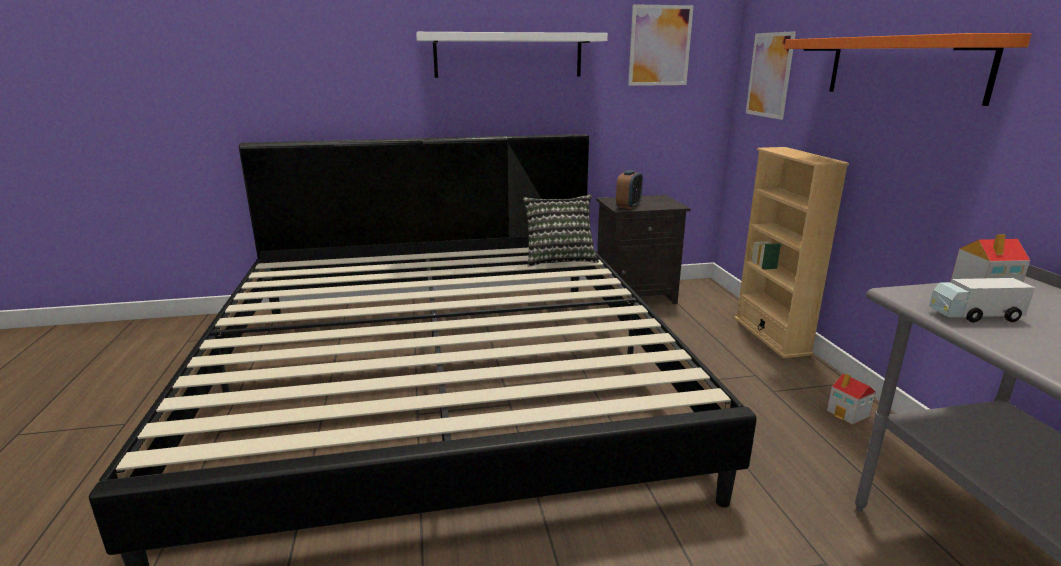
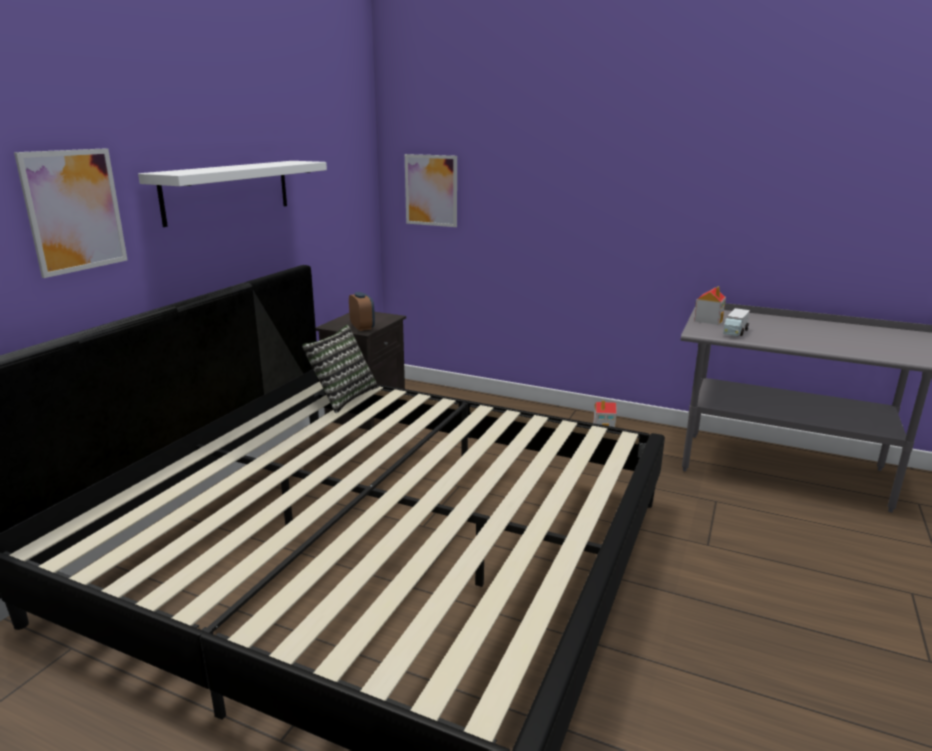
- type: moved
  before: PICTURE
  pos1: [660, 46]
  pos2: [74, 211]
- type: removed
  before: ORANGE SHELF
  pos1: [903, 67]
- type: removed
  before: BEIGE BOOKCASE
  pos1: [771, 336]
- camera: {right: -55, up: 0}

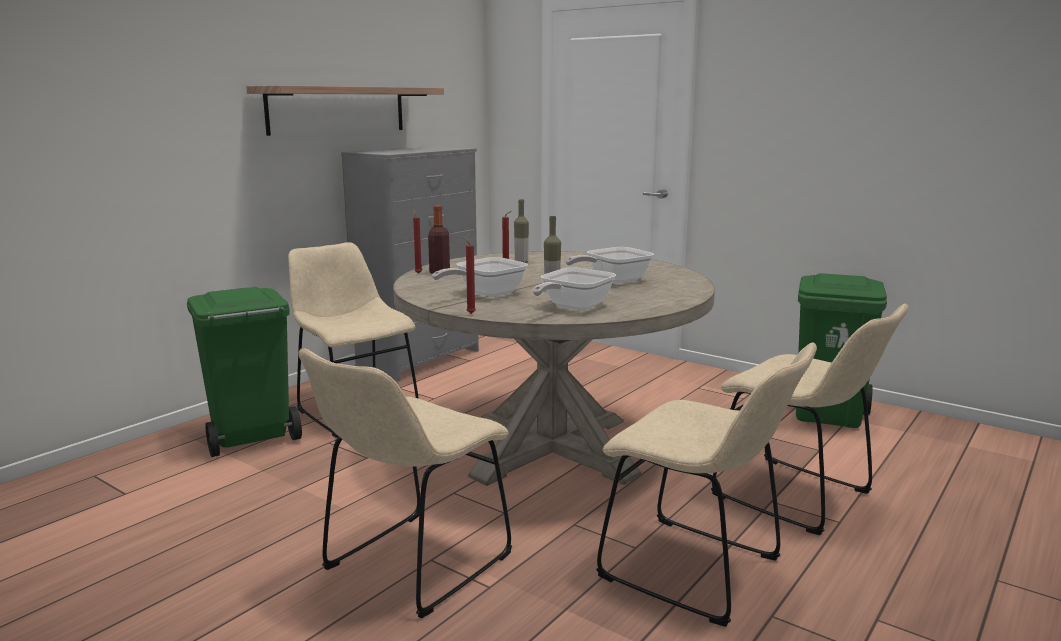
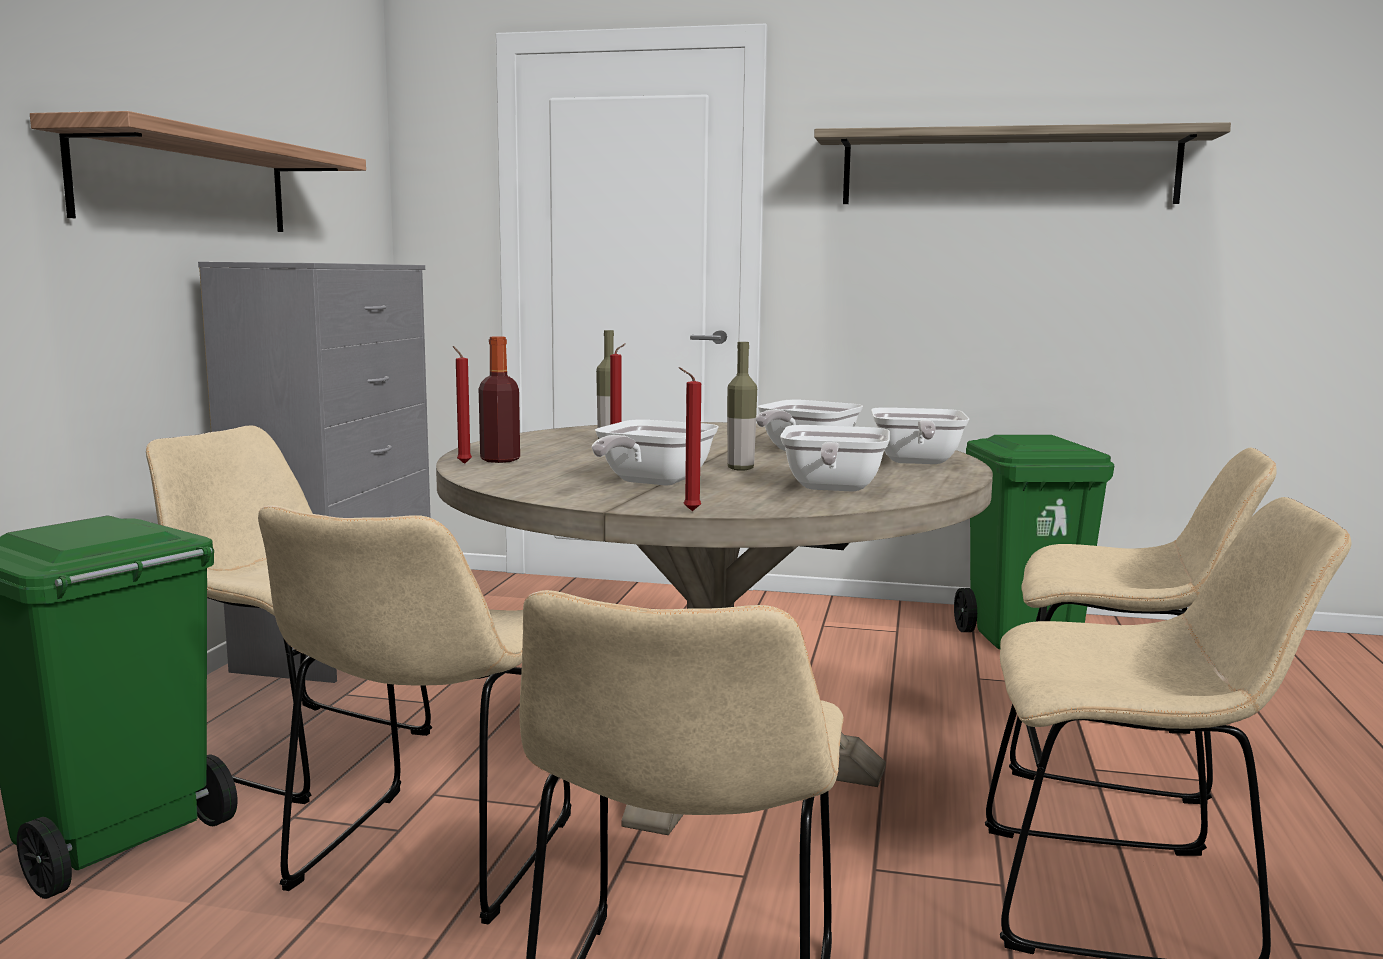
- type: added
  after: SHELF
  pos2: [1008, 169]
- type: added
  after: FRYING PAN
  pos2: [916, 462]
- type: added
  after: BEIGE CHAIR
  pos2: [428, 861]
- camera: {right: -25, up: -5}

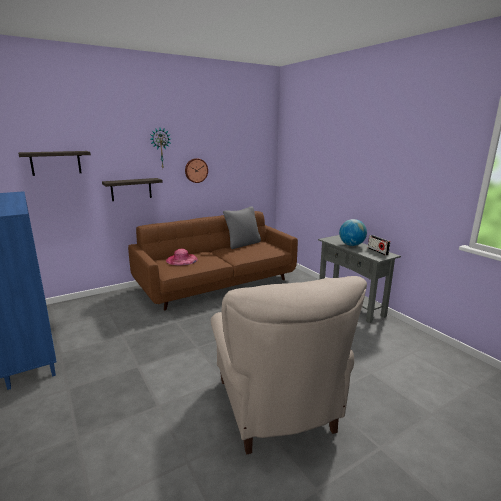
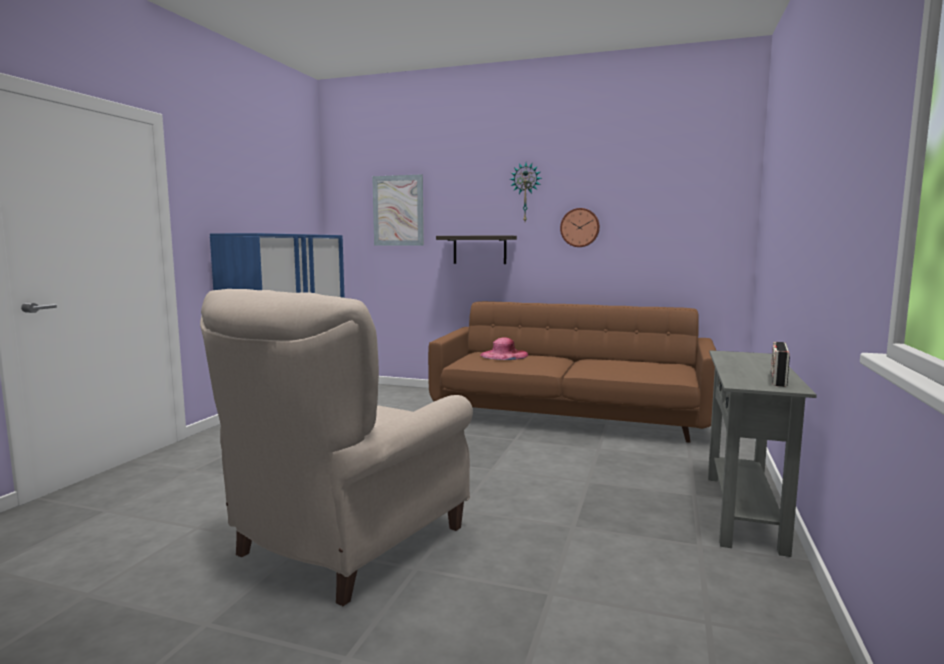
- type: replaced
  before: SHELF
  after: PICTURE
  pos1: [56, 163]
  pos2: [398, 210]
- type: removed
  before: GREY PILLOW
  pos1: [242, 244]
- type: removed
  before: GLOBE
  pos1: [351, 245]
- camera: {right: 50, up: -10}

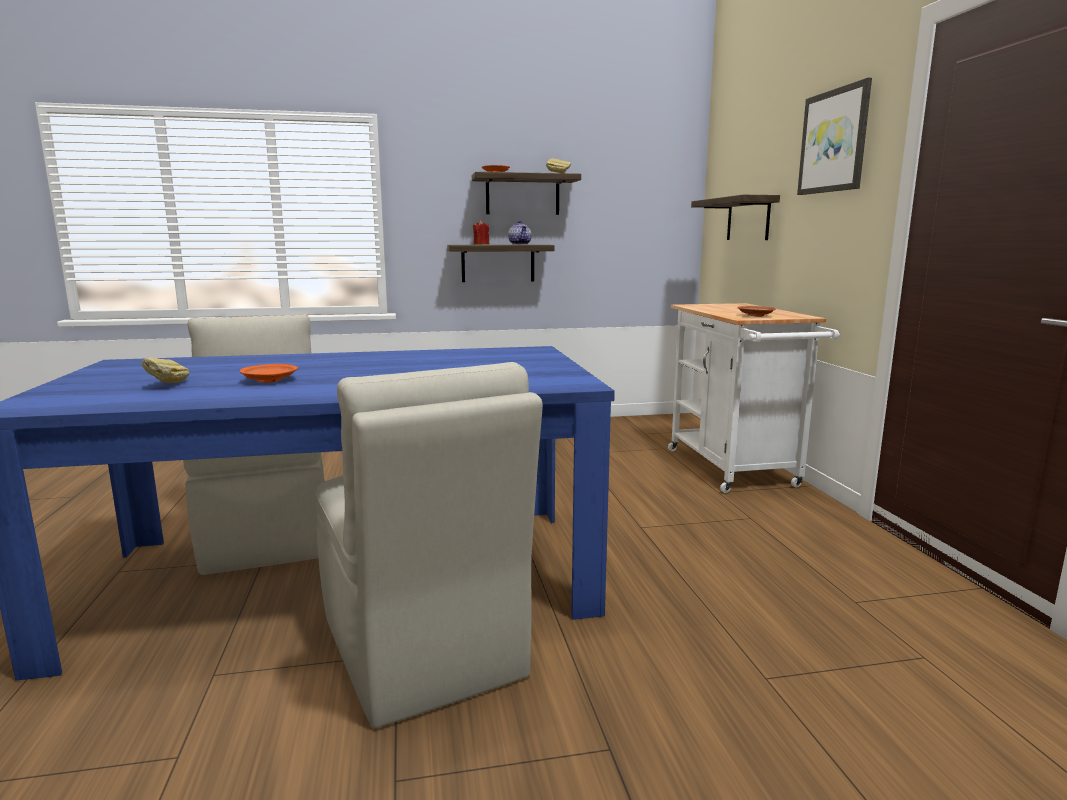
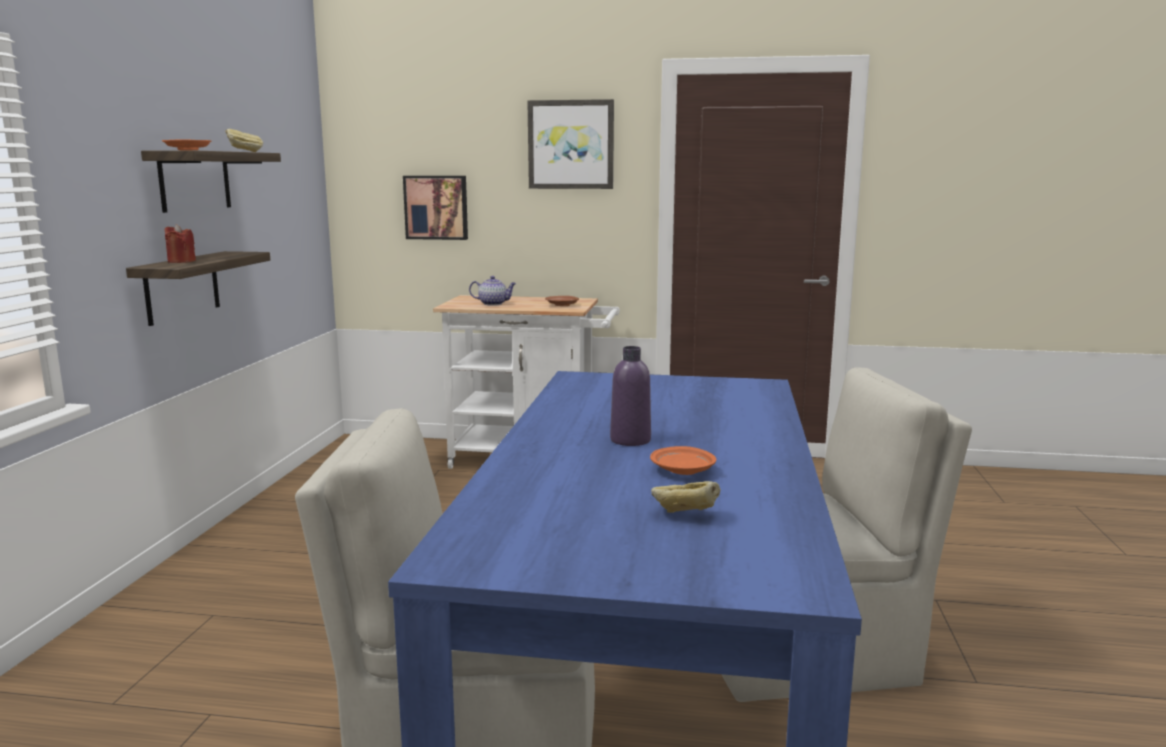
- type: replaced
  before: SHELF
  after: PICTURE
  pos1: [748, 219]
  pos2: [436, 207]
- type: moved
  before: TEAPOT
  pos1: [520, 244]
  pos2: [493, 304]
- type: added
  after: PURPLE BOTTLE
  pos2: [630, 440]
- camera: {right: -70, up: 0}

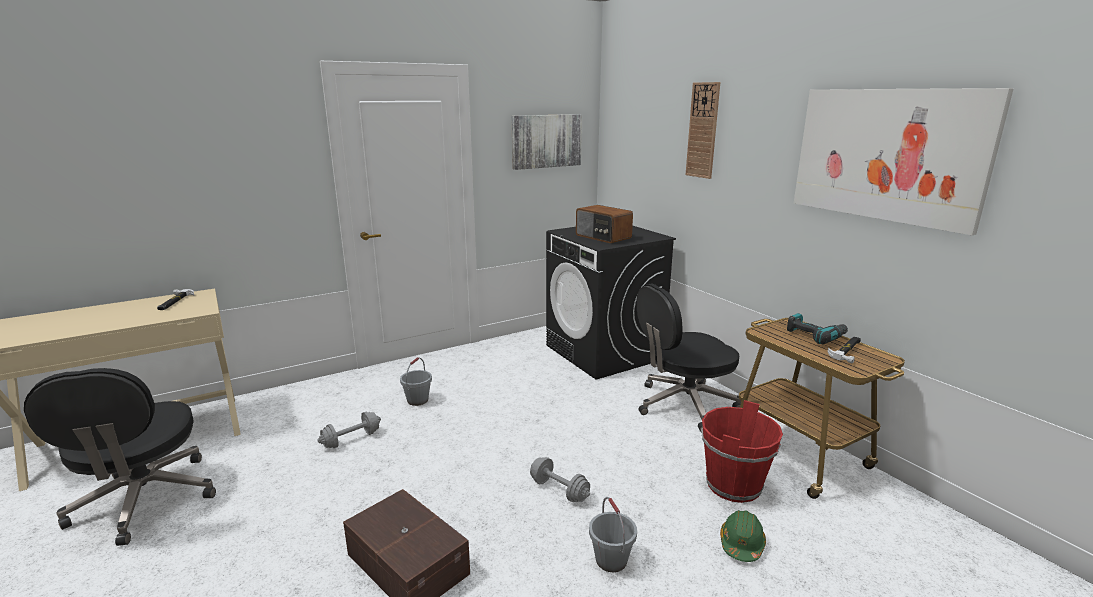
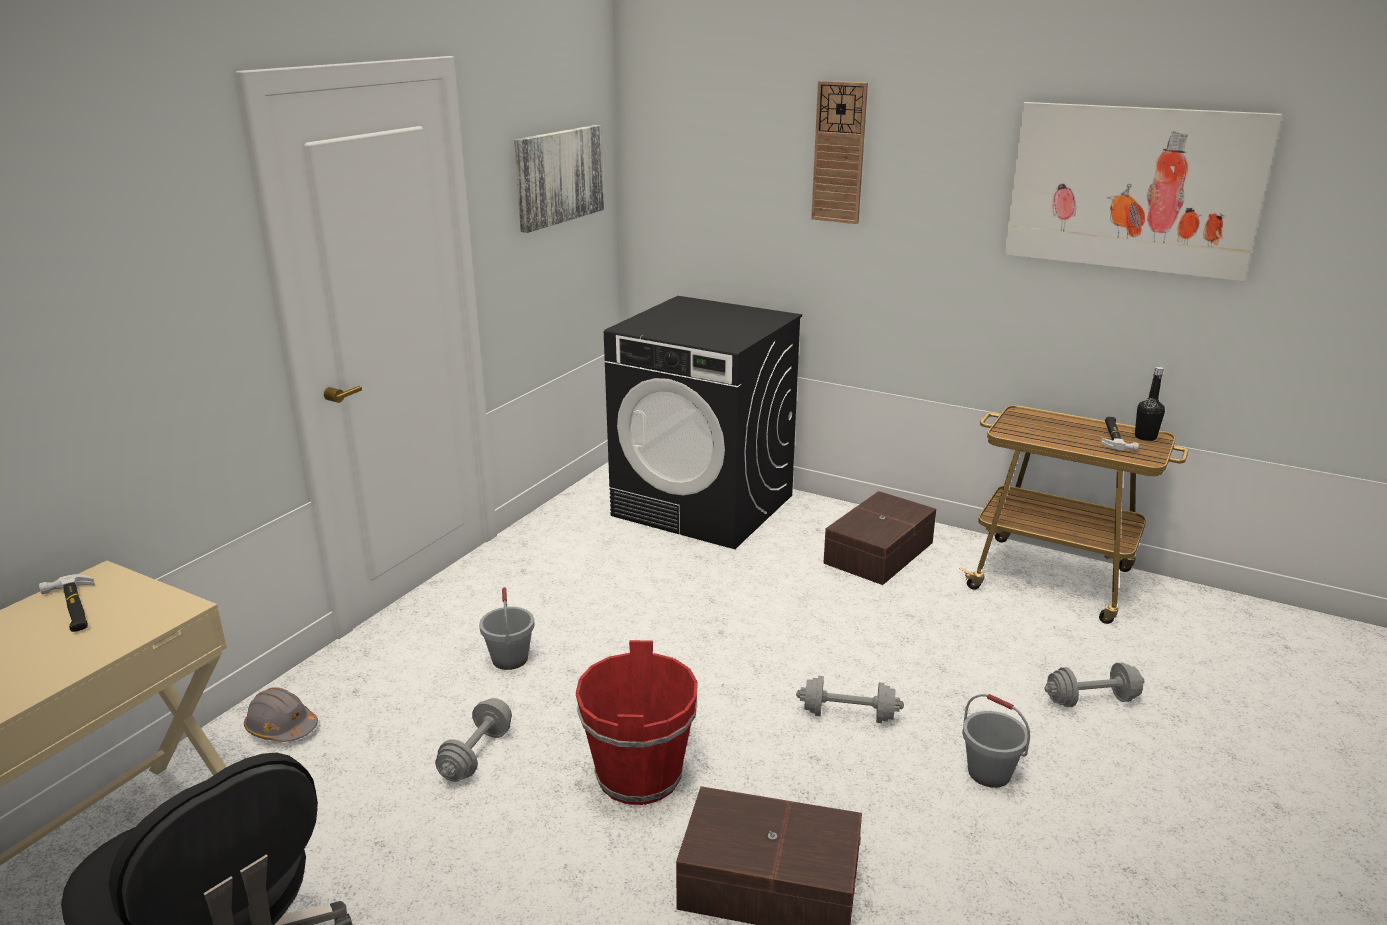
- type: removed
  before: RADIO
  pos1: [603, 237]
- type: replaced
  before: BLACK OFFICE CHAIR
  after: BROWN STORAGE BOX
  pos1: [683, 405]
  pos2: [876, 553]
- type: removed
  before: POWER DRILL
  pos1: [815, 335]
- type: moved
  before: RED BUCKET
  pos1: [734, 485]
  pos2: [640, 776]
- type: replaced
  before: GREEN HARD HAT
  after: GREY DUMBBELL
  pos1: [741, 544]
  pos2: [1091, 700]
- type: added
  after: BLACK BOTTLE
  pos2: [1145, 437]
- type: added
  after: GREY HARD HAT
  pos2: [281, 728]
- camera: {right: -30, up: 5}

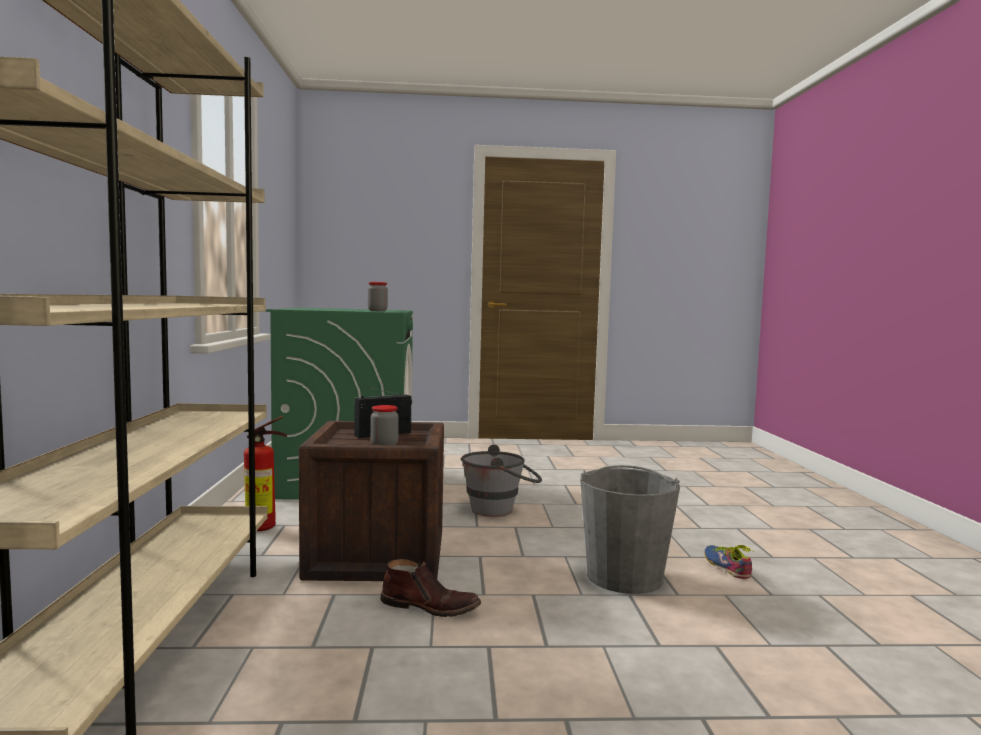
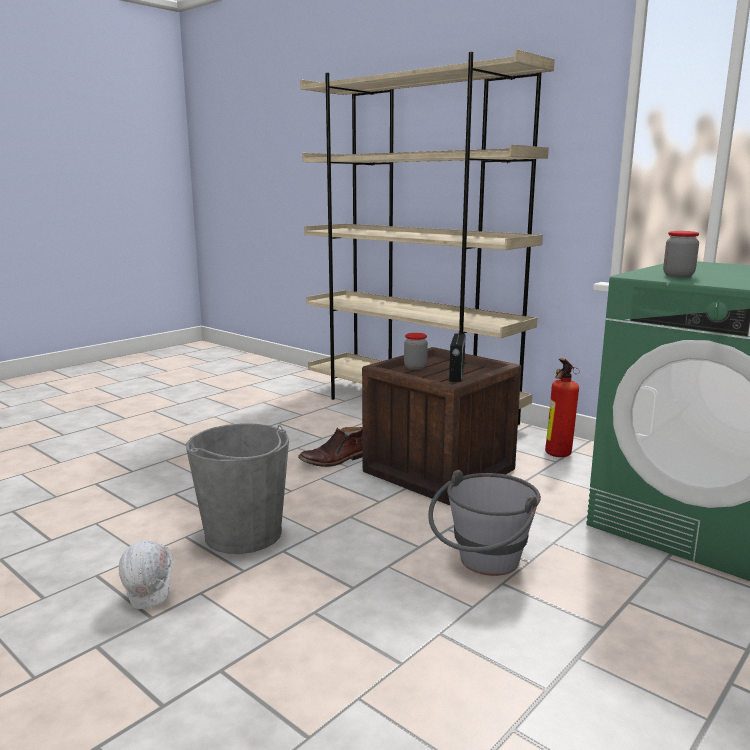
- type: replaced
  before: SHOE
  after: WHITE HARD HAT
  pos1: [728, 566]
  pos2: [151, 597]
- camera: {right: 135, up: 10}

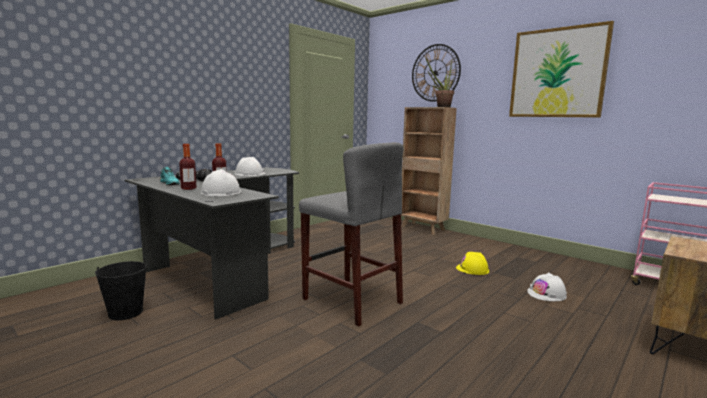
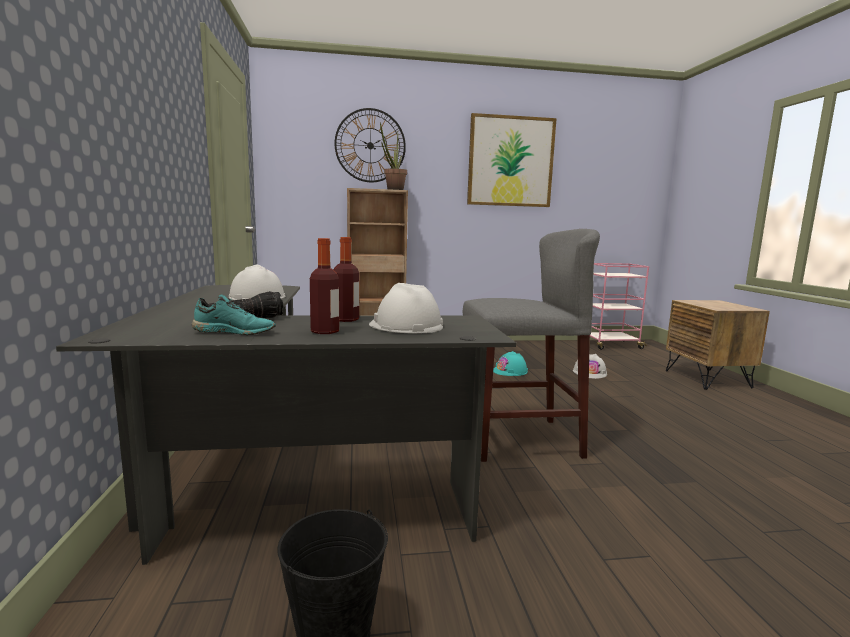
- type: recoloured
  before: YELLOW HARD HAT
  after: TURQUOISE HARD HAT
  pos1: [472, 269]
  pos2: [510, 371]
- camera: {right: -50, up: 0}

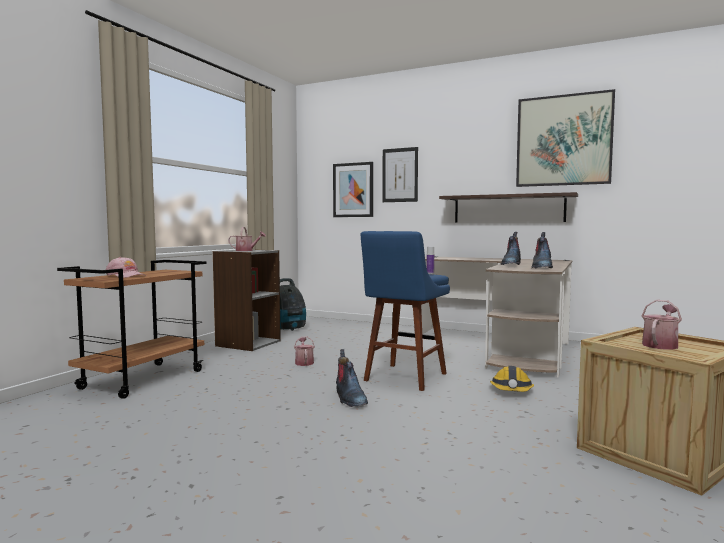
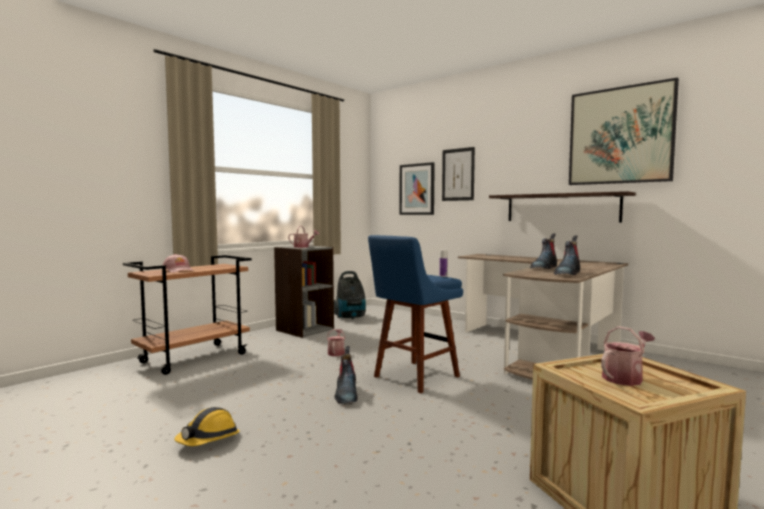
- type: moved
  before: HARD HAT
  pos1: [511, 391]
  pos2: [208, 439]
- camera: {right: 15, up: 0}

